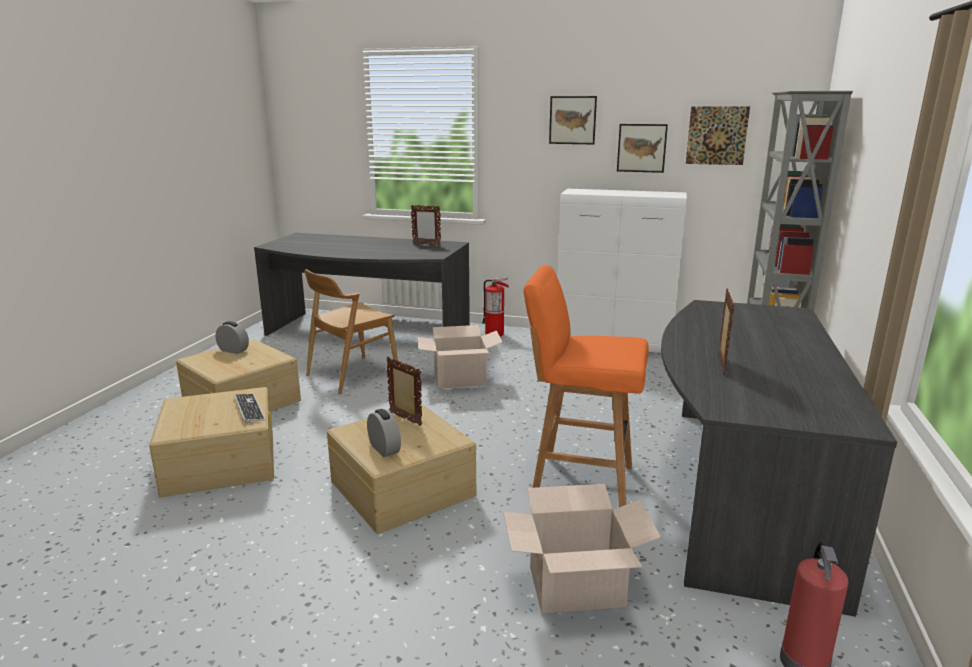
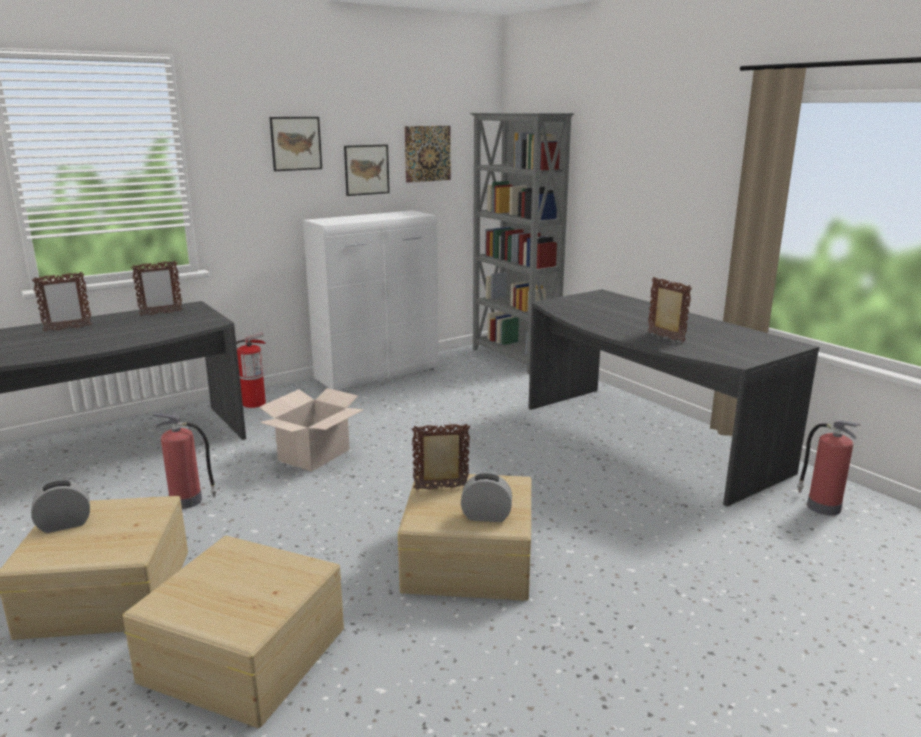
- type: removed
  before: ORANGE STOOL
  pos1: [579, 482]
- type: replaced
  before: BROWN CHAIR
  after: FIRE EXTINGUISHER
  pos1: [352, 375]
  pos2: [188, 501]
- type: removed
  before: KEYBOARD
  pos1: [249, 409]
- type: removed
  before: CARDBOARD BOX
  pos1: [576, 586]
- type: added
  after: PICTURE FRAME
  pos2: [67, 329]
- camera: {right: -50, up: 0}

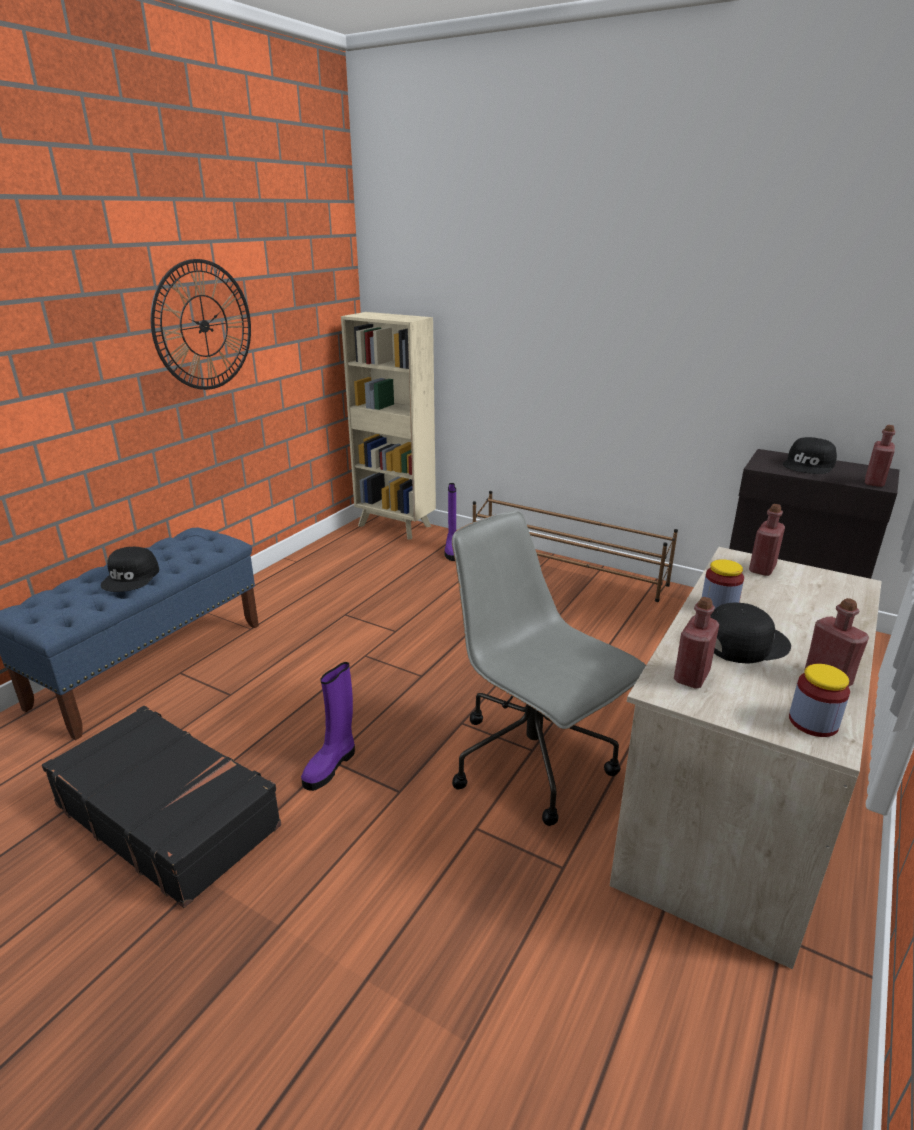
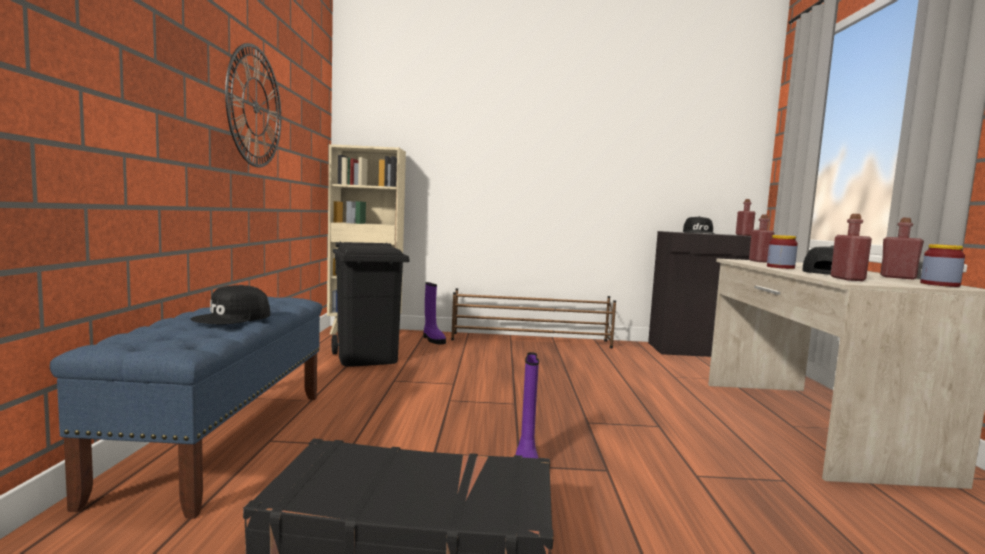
- type: removed
  before: GREY OFFICE CHAIR
  pos1: [534, 763]
- type: turned
  before: BLACK CAP
  pos1: [131, 577]
  pos2: [233, 317]
  turn: 60
- type: added
  after: BLACK TRASH CAN
  pos2: [367, 357]
- camera: {right: -30, up: -20}

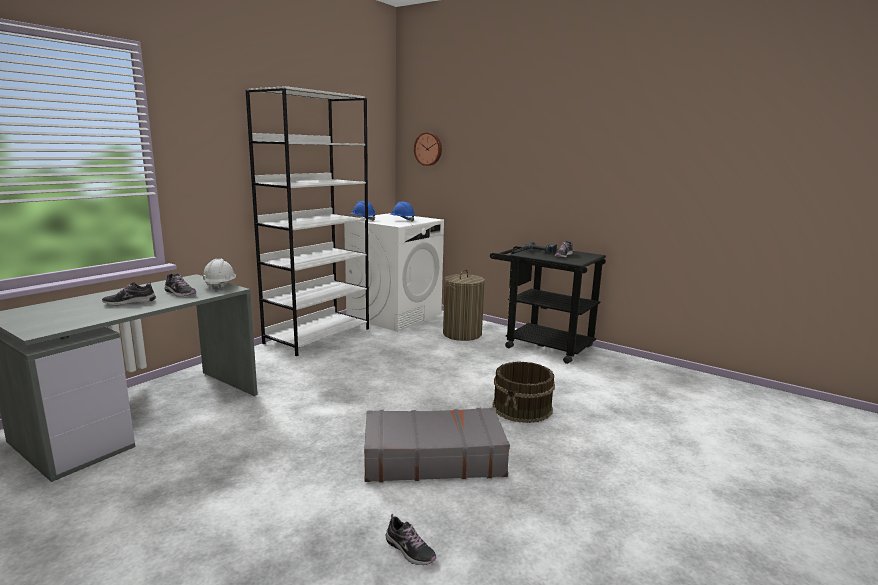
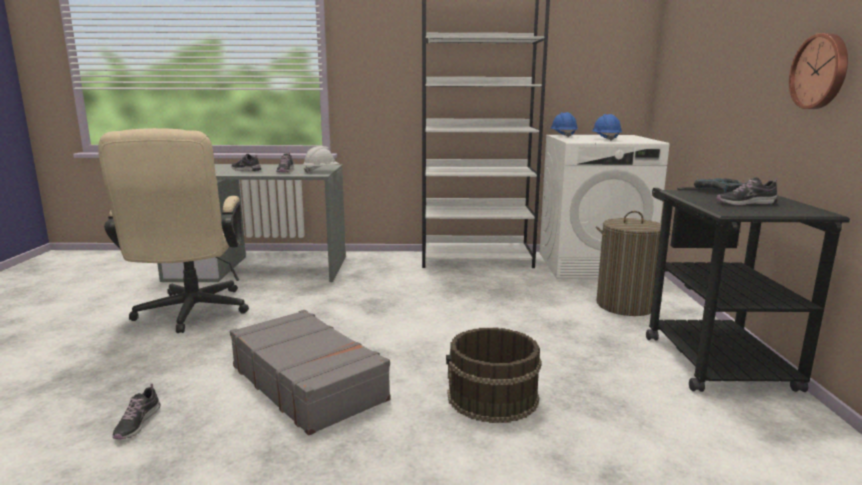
- type: moved
  before: WALL CLOCK
  pos1: [428, 149]
  pos2: [821, 71]
- type: added
  after: BEIGE OFFICE CHAIR
  pos2: [190, 314]
- camera: {right: 55, up: 0}

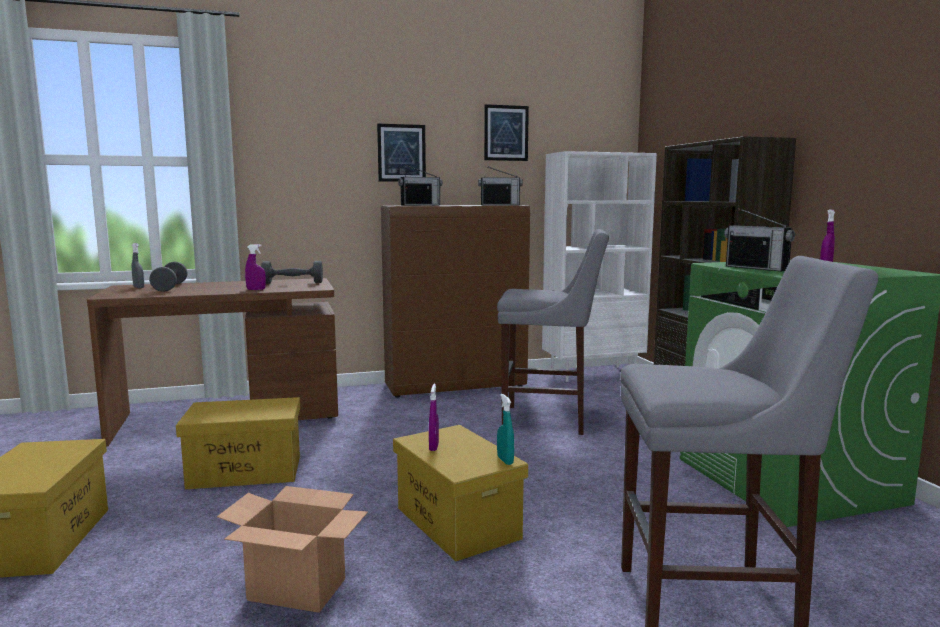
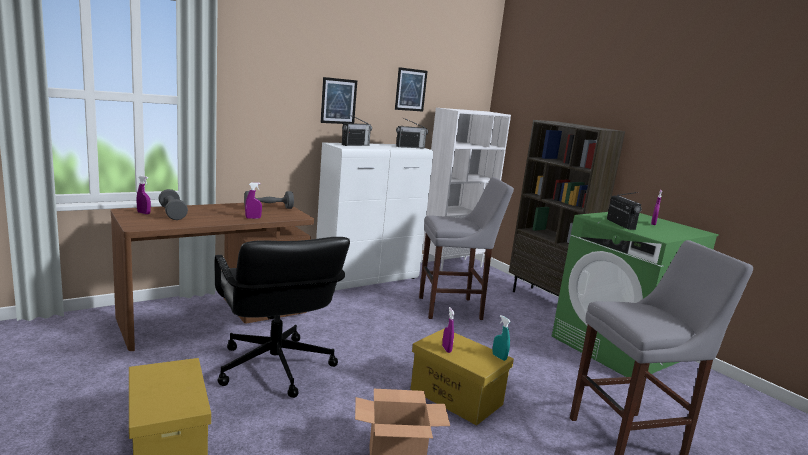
- type: recoloured
  before: BROWN CABINET
  after: WHITE CABINET
  pos1: [456, 386]
  pos2: [368, 279]
- type: turned
  before: RADIO
  pos1: [756, 268]
  pos2: [620, 224]
  turn: -135
- type: recoloured
  before: GREY SPRAY BOTTLE
  after: PURPLE SPRAY BOTTLE
  pos1: [138, 287]
  pos2: [143, 213]
- type: replaced
  before: YELLOW STORAGE BOX
  after: BLACK OFFICE CHAIR
  pos1: [244, 472]
  pos2: [274, 367]
- camera: {right: -20, up: 5}

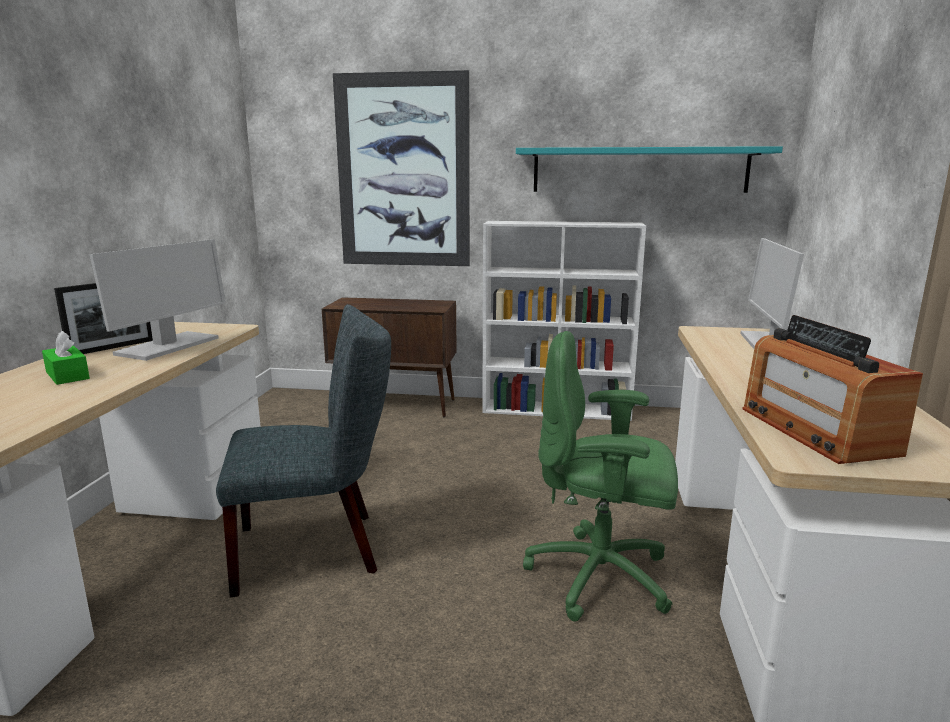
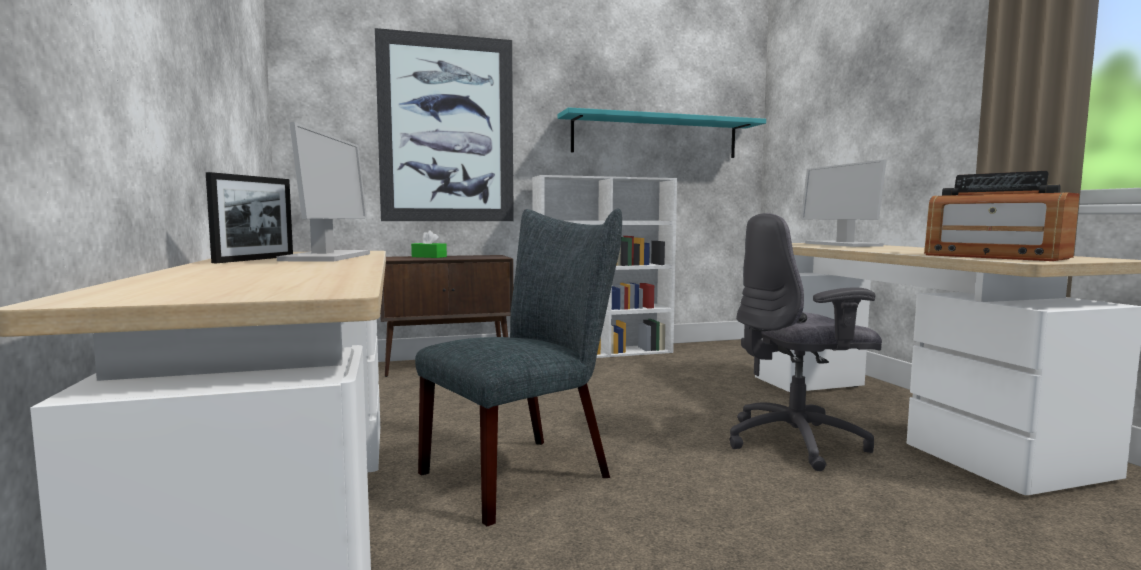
- type: moved
  before: GREEN TISSUE BOX
  pos1: [67, 375]
  pos2: [429, 257]
- type: recoloured
  before: GREEN OFFICE CHAIR
  after: GREY OFFICE CHAIR
  pos1: [601, 577]
  pos2: [797, 442]
- camera: {right: -25, up: -10}

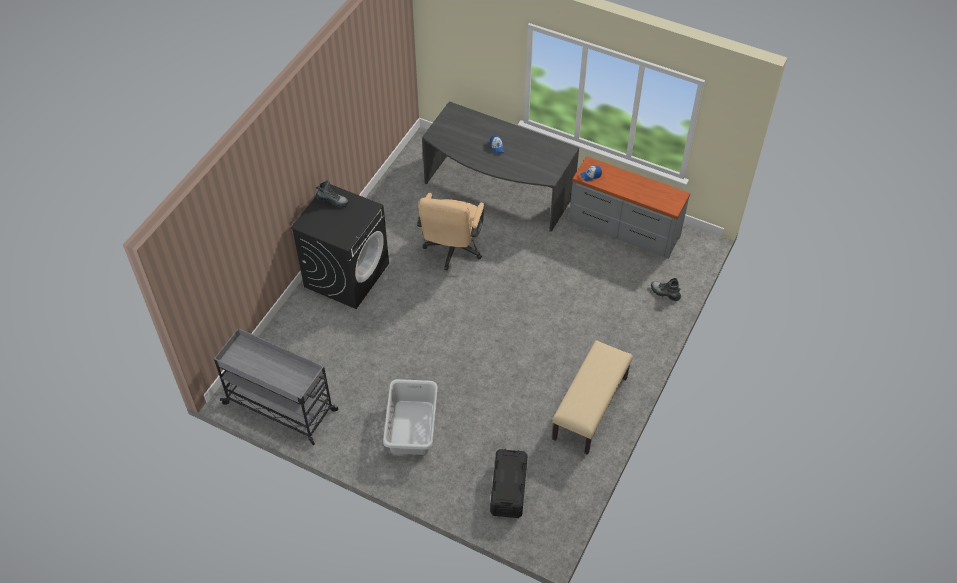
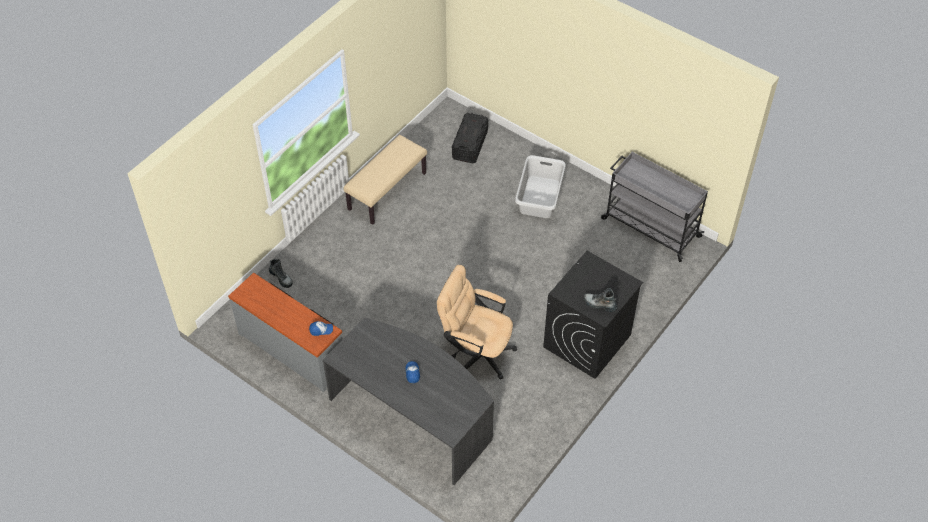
- type: turned
  before: BEIGE OFFICE CHAIR
  pos1: [452, 251]
  pos2: [476, 351]
  turn: -90
- camera: {right: -170, up: 0}

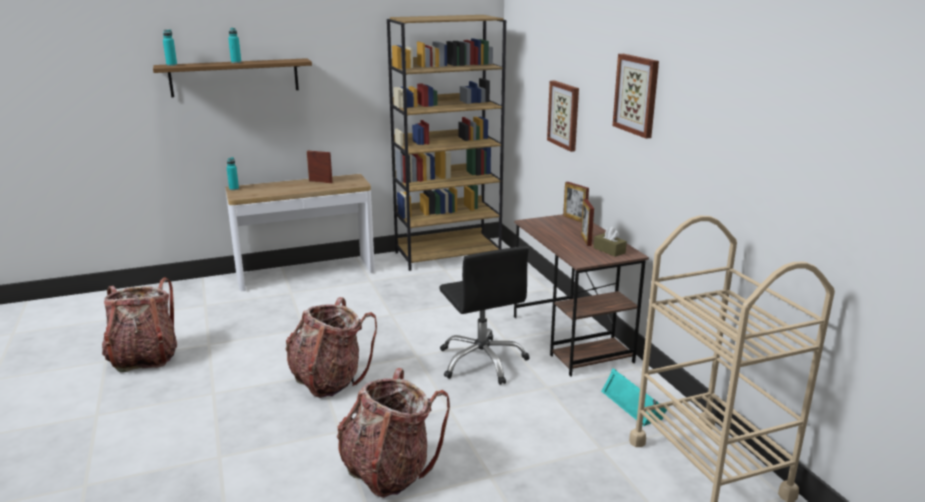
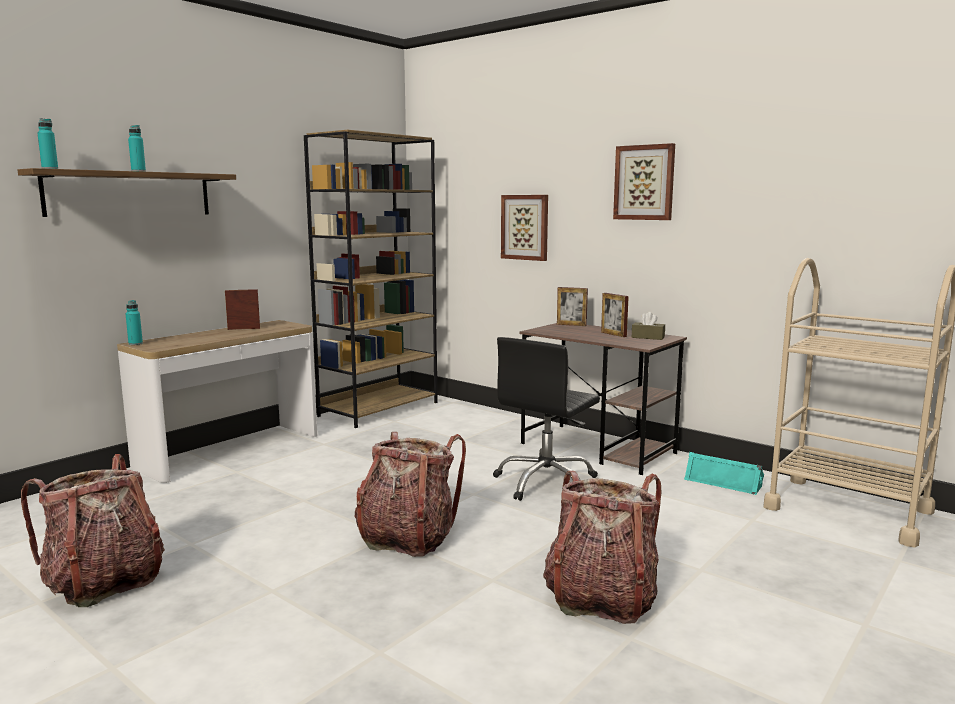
- type: turned
  before: BLACK OFFICE CHAIR
  pos1: [482, 361]
  pos2: [546, 483]
  turn: 90
- camera: {right: -30, up: -10}

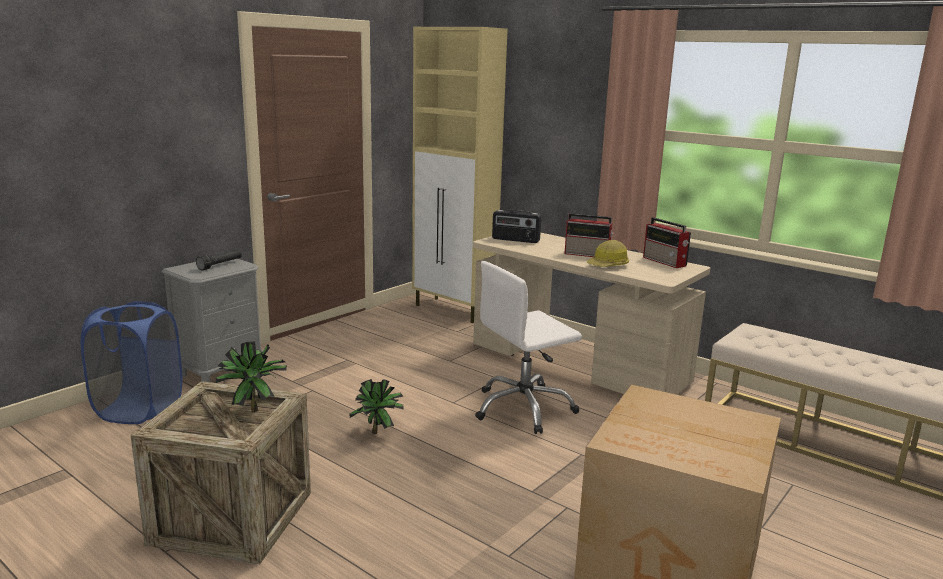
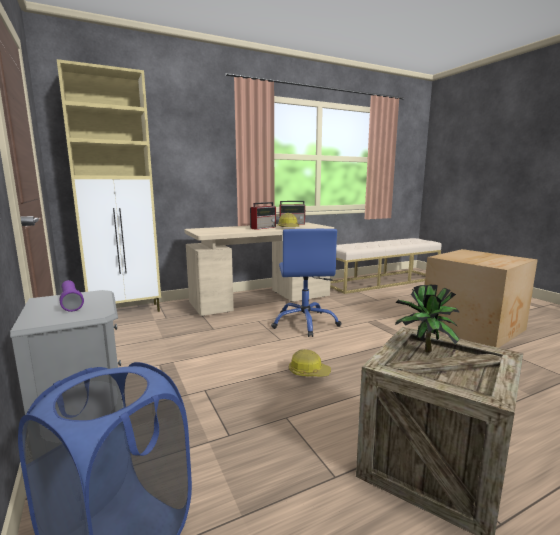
- type: removed
  before: RADIO
  pos1: [515, 240]
- type: recoloured
  before: BLACK FLASHLIGHT
  after: PURPLE FLASHLIGHT
  pos1: [220, 265]
  pos2: [71, 302]
- type: recoloured
  before: WHITE OFFICE CHAIR
  after: BLUE OFFICE CHAIR
  pos1: [523, 408]
  pos2: [305, 323]
- type: replaced
  before: POTTED PLANT
  after: HARD HAT
  pos1: [378, 432]
  pos2: [309, 372]
- camera: {right: -65, up: -5}

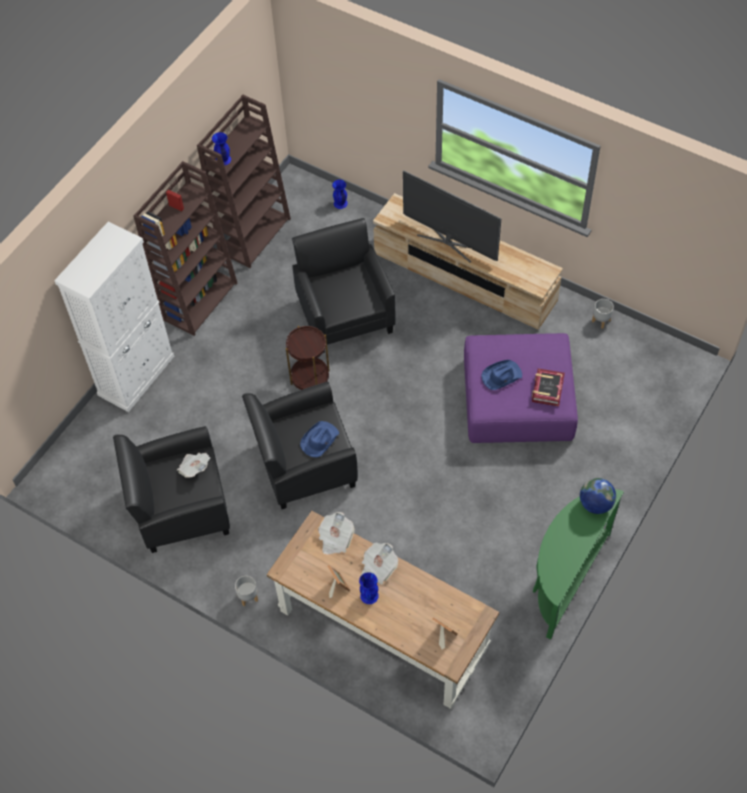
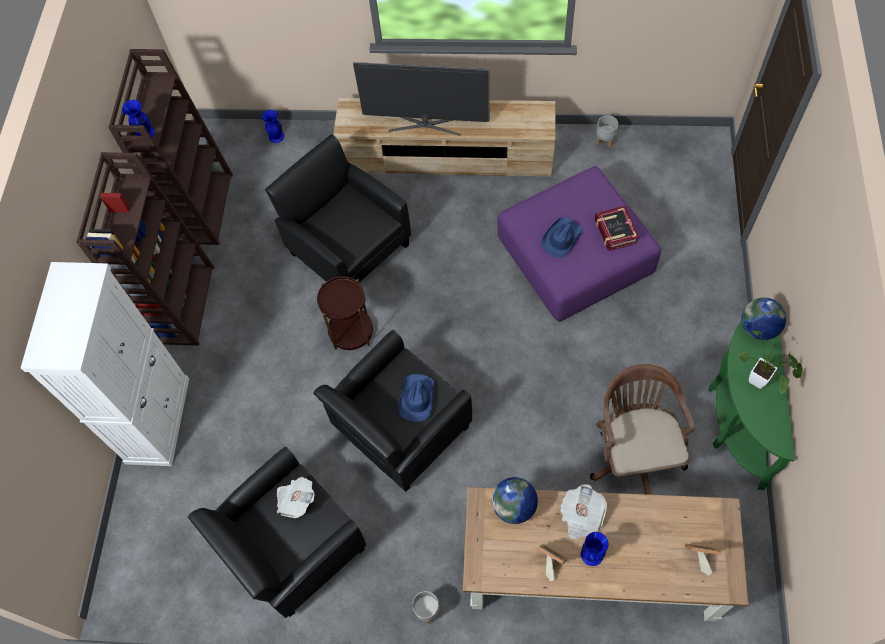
- type: replaced
  before: NEWSPAPER
  after: GLOBE
  pos1: [335, 539]
  pos2: [514, 507]
- type: added
  after: POTTED PLANT
  pos2: [761, 383]
- type: added
  after: BROWN OFFICE CHAIR
  pos2: [634, 453]
- camera: {right: -25, up: 5}

